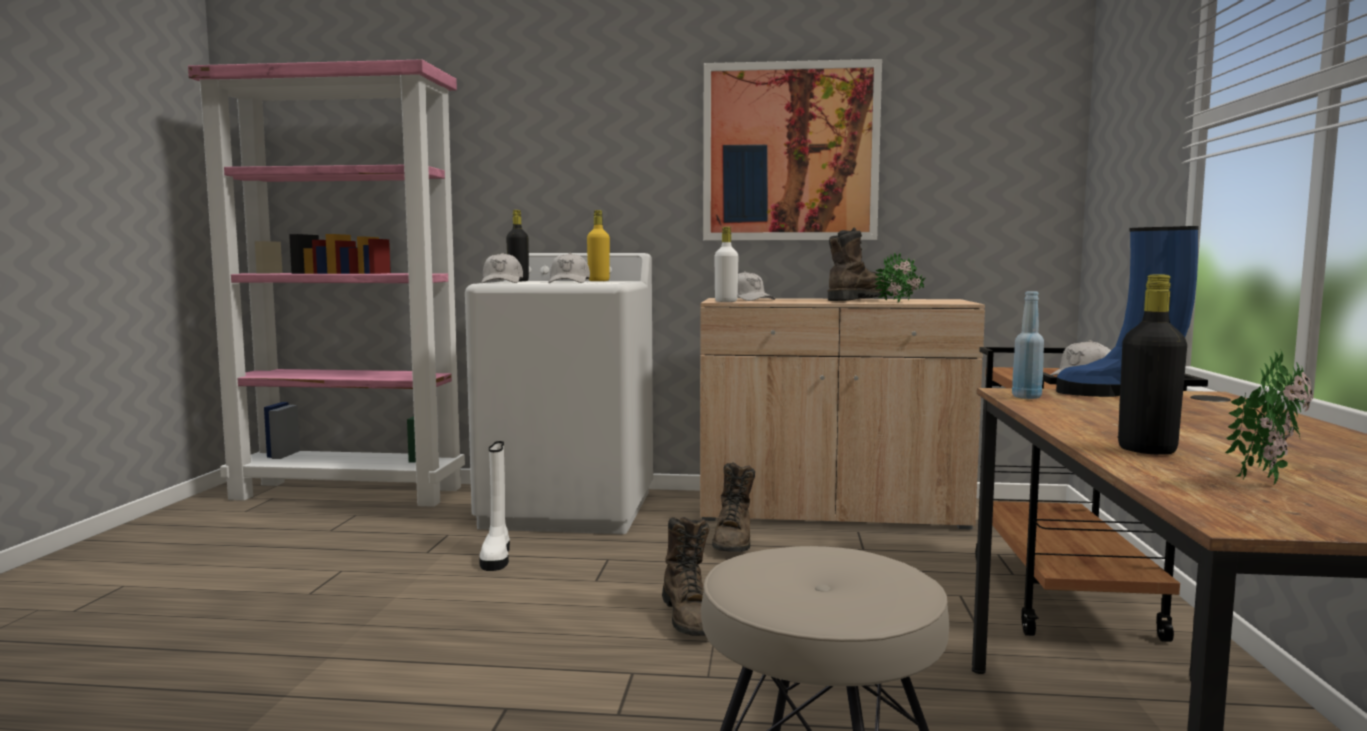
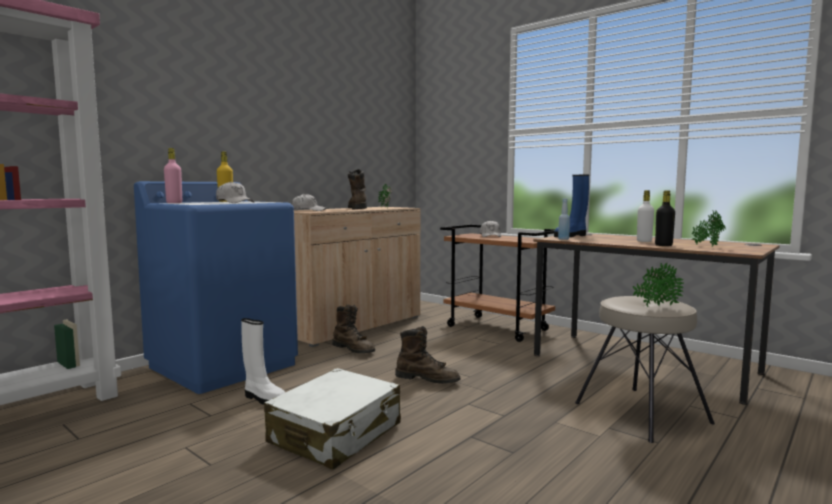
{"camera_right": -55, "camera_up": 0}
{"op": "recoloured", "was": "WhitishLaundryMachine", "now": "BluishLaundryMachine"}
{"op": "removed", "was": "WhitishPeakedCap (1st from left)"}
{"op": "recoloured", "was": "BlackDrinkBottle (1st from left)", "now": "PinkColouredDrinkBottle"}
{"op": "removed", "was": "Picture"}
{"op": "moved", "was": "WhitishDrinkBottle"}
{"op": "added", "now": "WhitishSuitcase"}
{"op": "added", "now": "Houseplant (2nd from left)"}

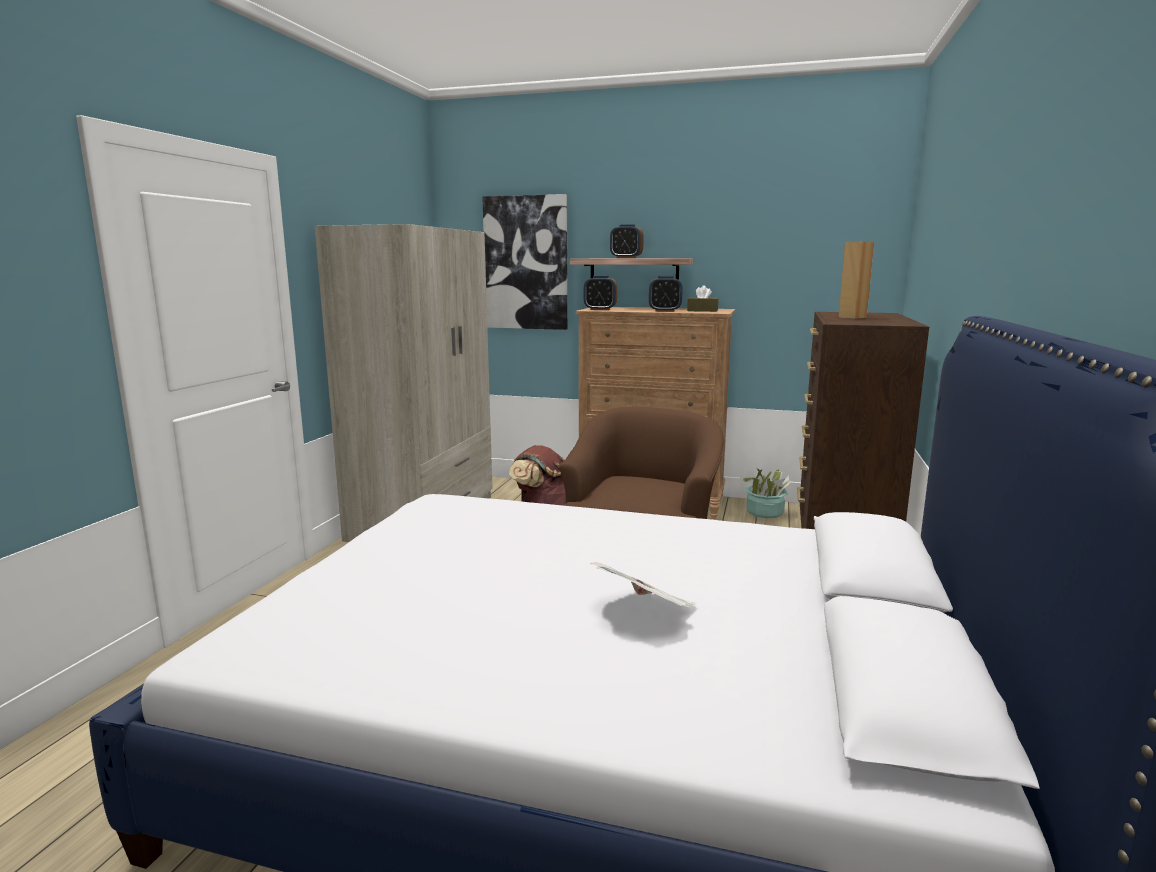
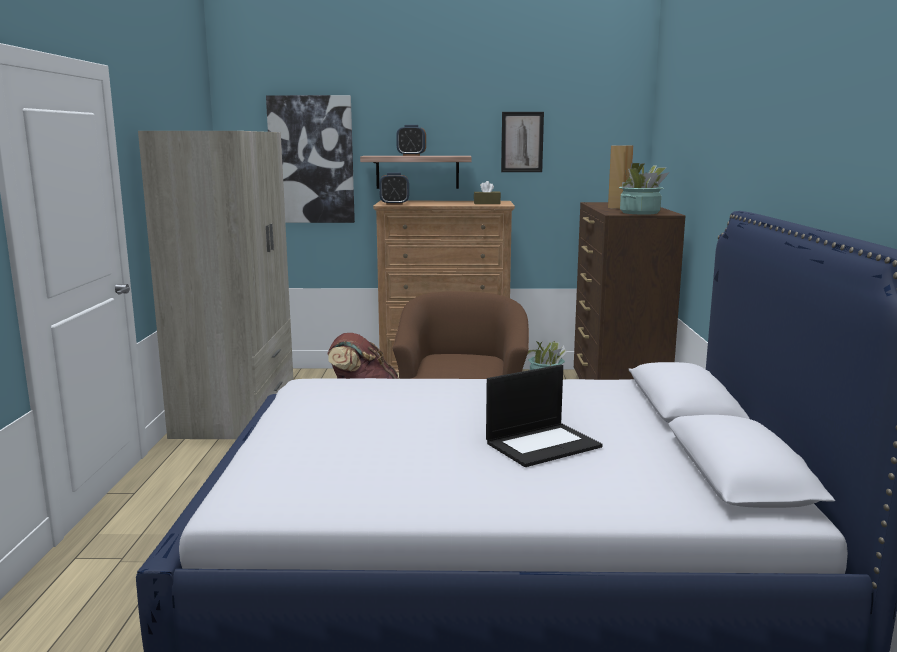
{"camera_right": -15, "camera_up": 0}
{"op": "replaced", "was": "PrintedPaper", "now": "NotebookComputer"}
{"op": "removed", "was": "BedsideClock (3rd from left)"}
{"op": "added", "now": "Picture (2nd from left)"}
{"op": "added", "now": "Houseplant (2nd from left)"}

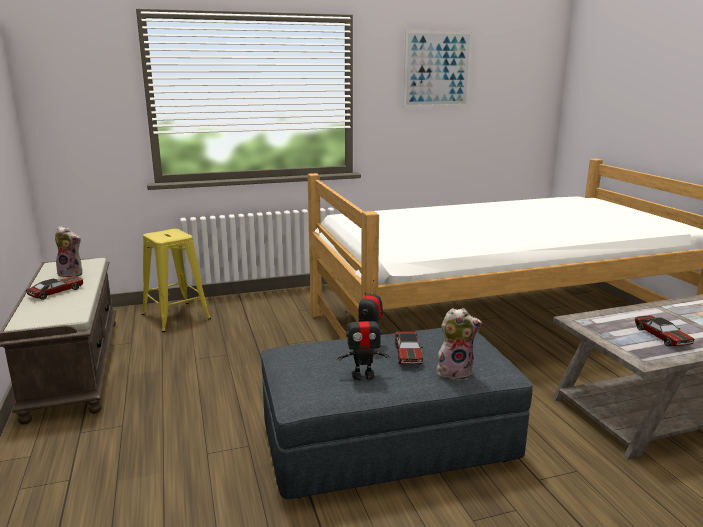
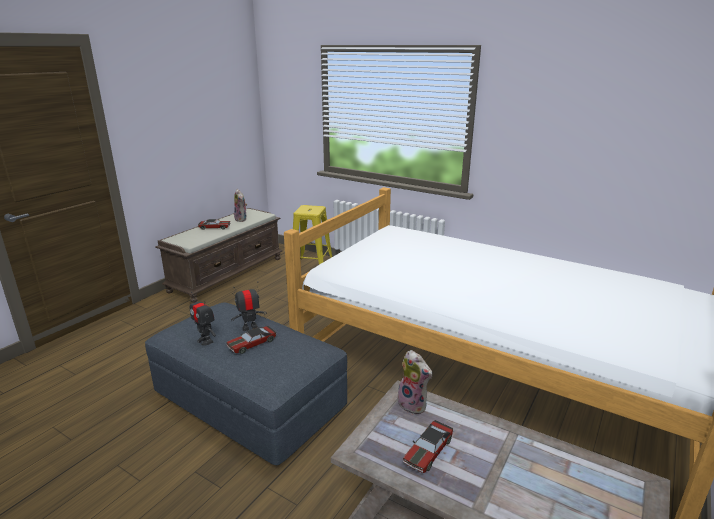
{"camera_right": 50, "camera_up": 5}
{"op": "removed", "was": "Picture"}
{"op": "moved", "was": "CuddlyToy (2nd from left)"}

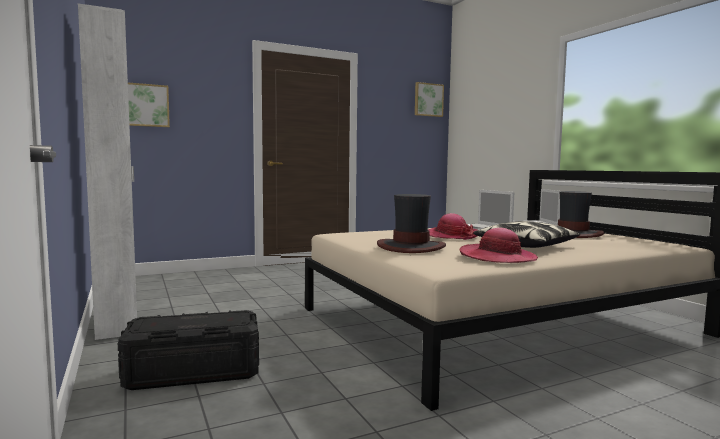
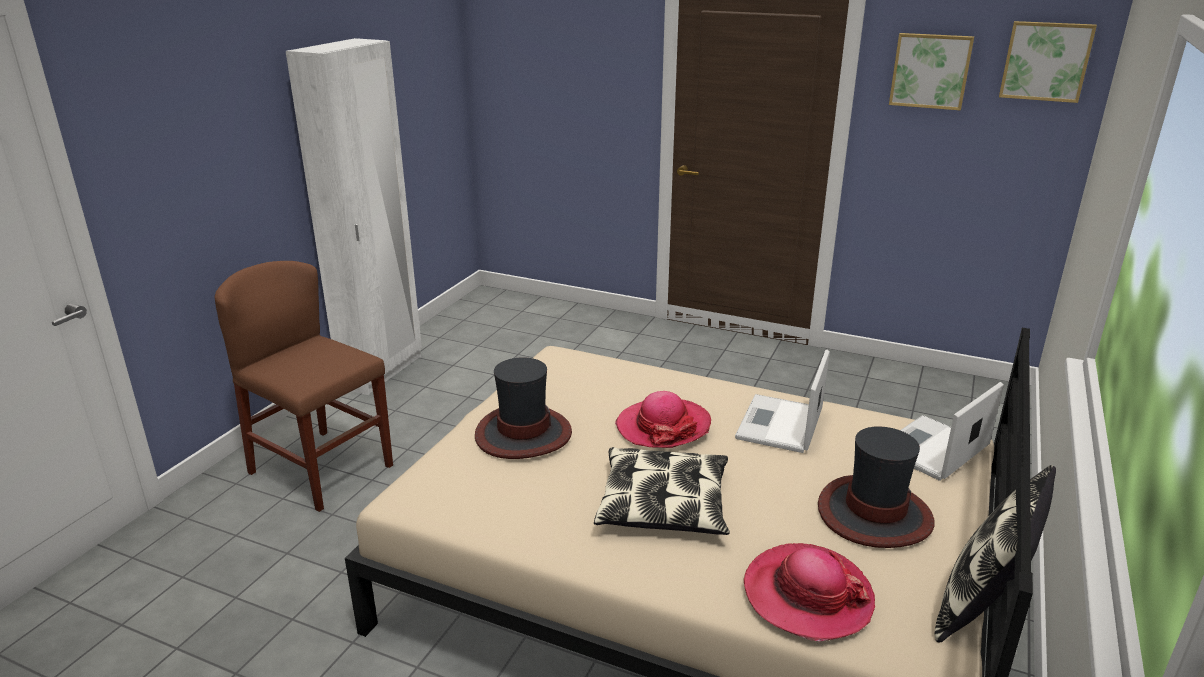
{"camera_right": 50, "camera_up": 20}
{"op": "replaced", "was": "BlackStorageBox", "now": "BrownishPlainChair"}
{"op": "moved", "was": "Picture (1st from left)"}
{"op": "moved", "was": "Hat (3rd from left)"}
{"op": "added", "now": "ThrowPillow (2nd from left)"}

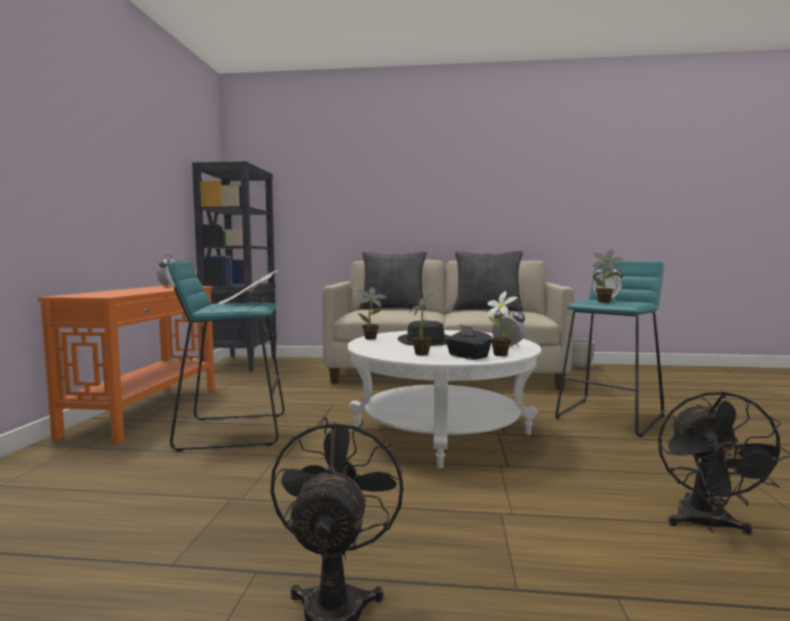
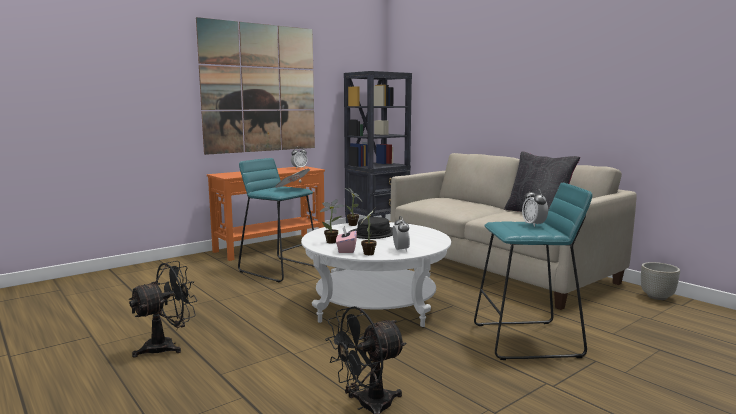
{"camera_right": 45, "camera_up": 5}
{"op": "removed", "was": "BlackThrowPillow (1st from left)"}
{"op": "recoloured", "was": "BlackTissueHolder", "now": "PinkColouredTissueHolder"}
{"op": "removed", "was": "Houseplant (4th from left)"}
{"op": "added", "now": "Picture"}

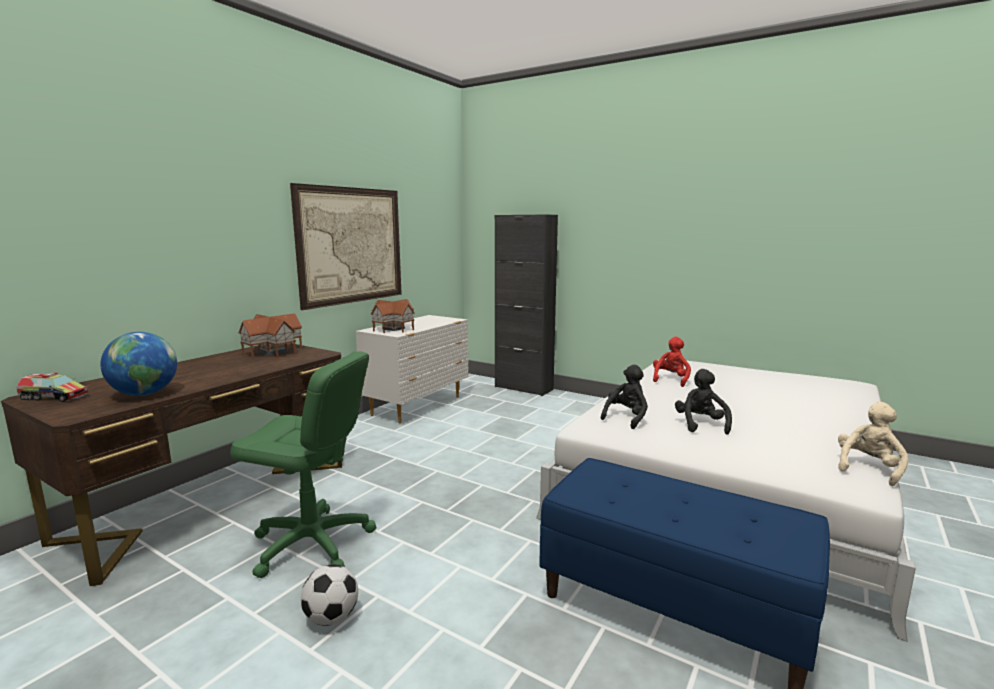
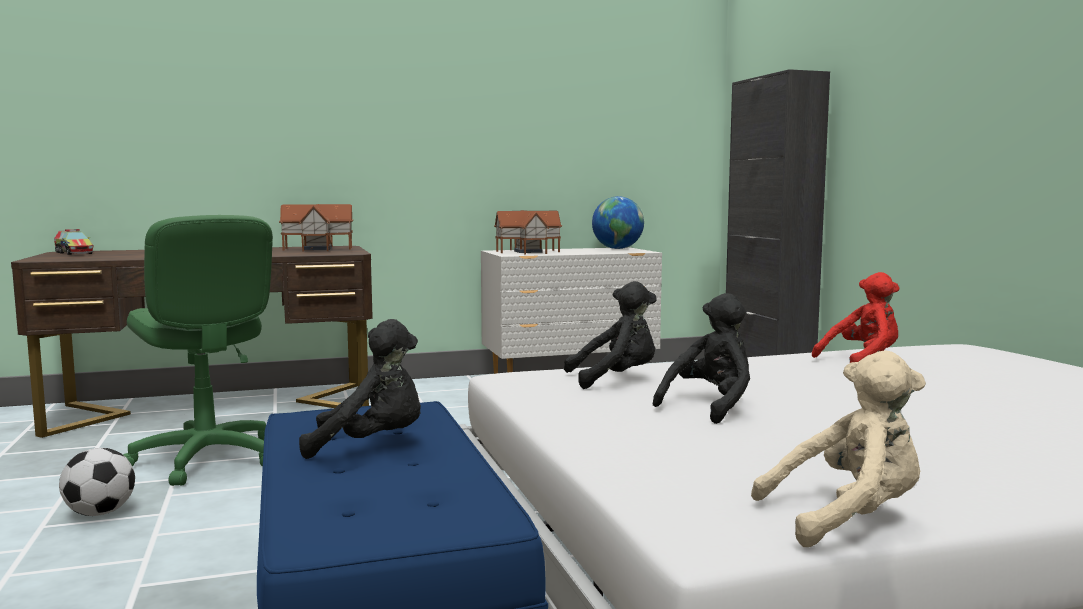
{"camera_right": 40, "camera_up": -5}
{"op": "moved", "was": "DeskGlobe"}
{"op": "removed", "was": "Picture"}
{"op": "added", "now": "BlackCuddlyToy (1st from left)"}

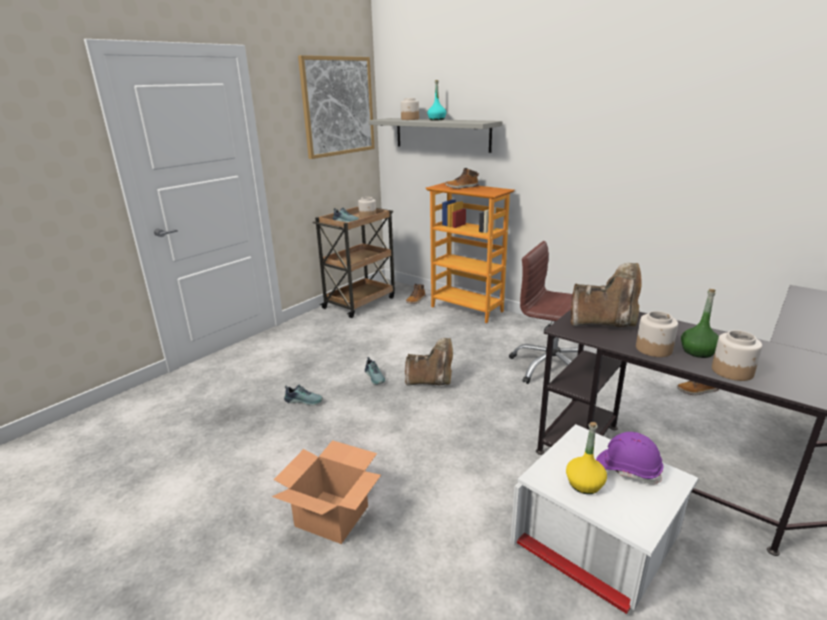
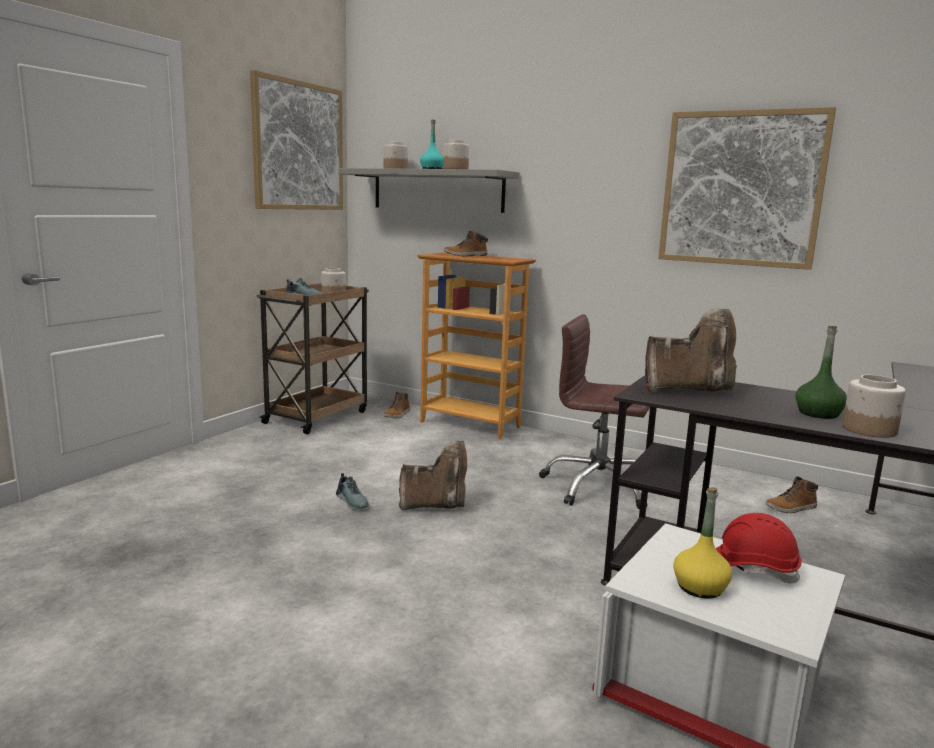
{"camera_right": -10, "camera_up": -10}
{"op": "removed", "was": "Carton"}
{"op": "removed", "was": "Shoe (1st from left)"}
{"op": "recoloured", "was": "PurpleColouredWorkHelmet", "now": "RedWorkHelmet"}
{"op": "moved", "was": "StorageJar (3rd from left)"}
{"op": "added", "now": "Picture (2nd from left)"}

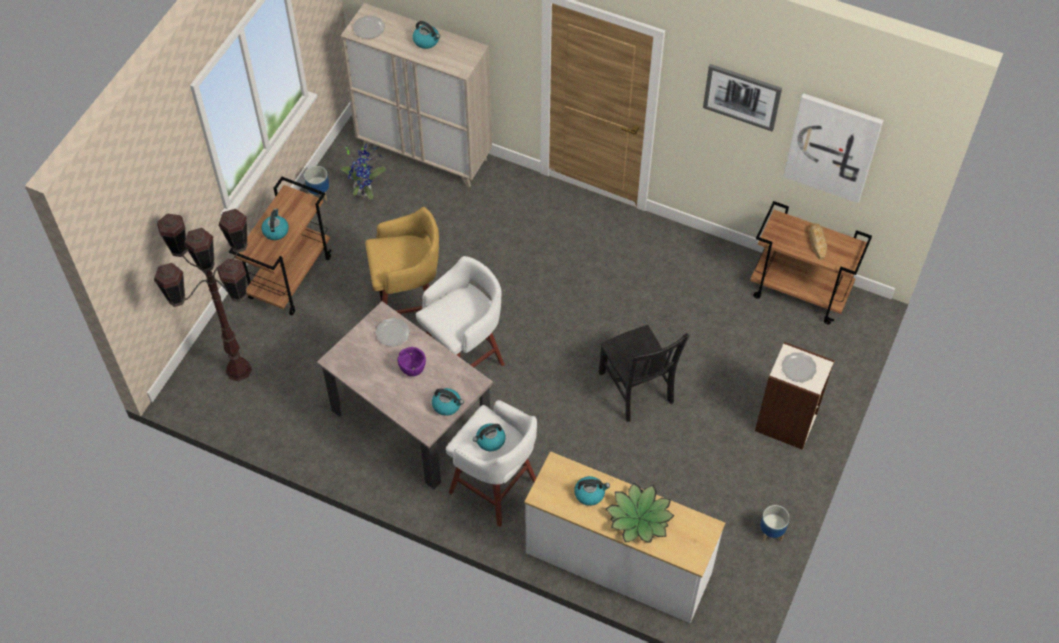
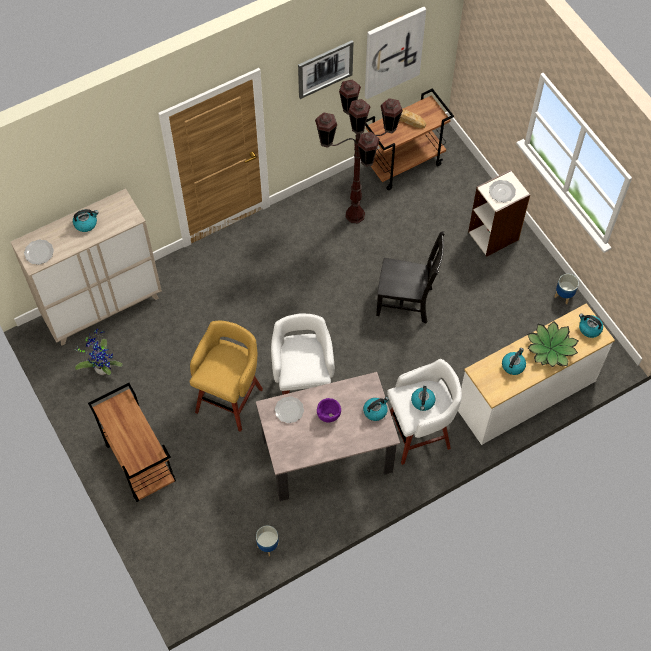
{"camera_right": -55, "camera_up": 5}
{"op": "moved", "was": "BrownishStandingLamp"}
{"op": "moved", "was": "Kettle (1st from left in the first image)", "now": "Kettle (5th from left)"}
{"op": "moved", "was": "Planter (1st from left)"}

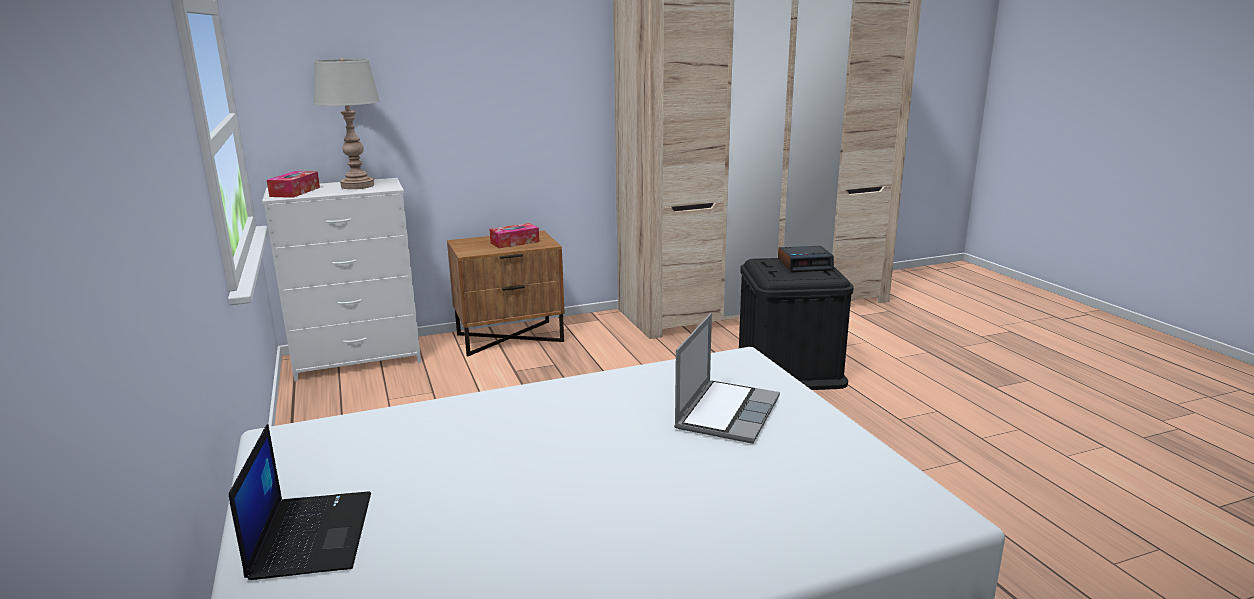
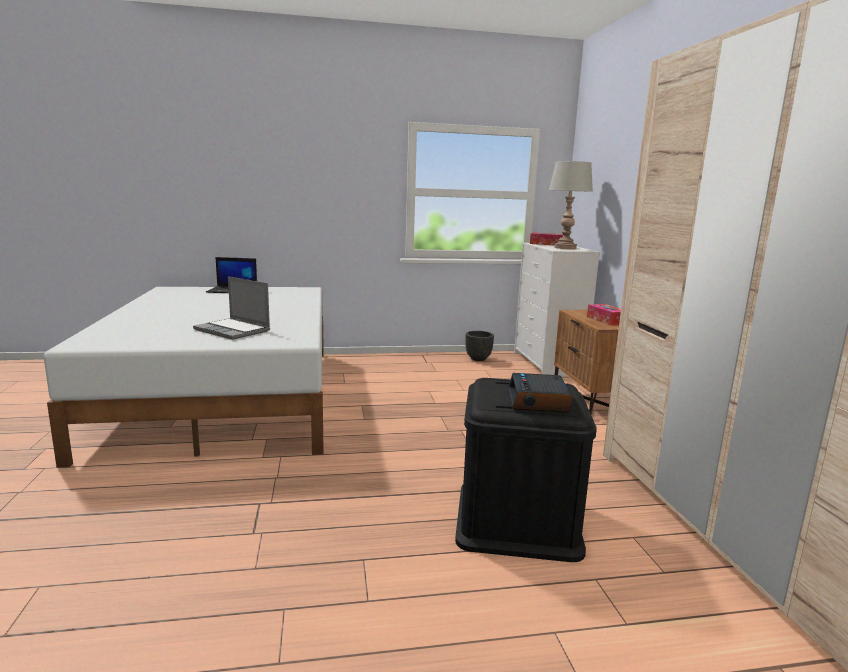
{"camera_right": 100, "camera_up": -5}
{"op": "added", "now": "BlackPlanter"}

